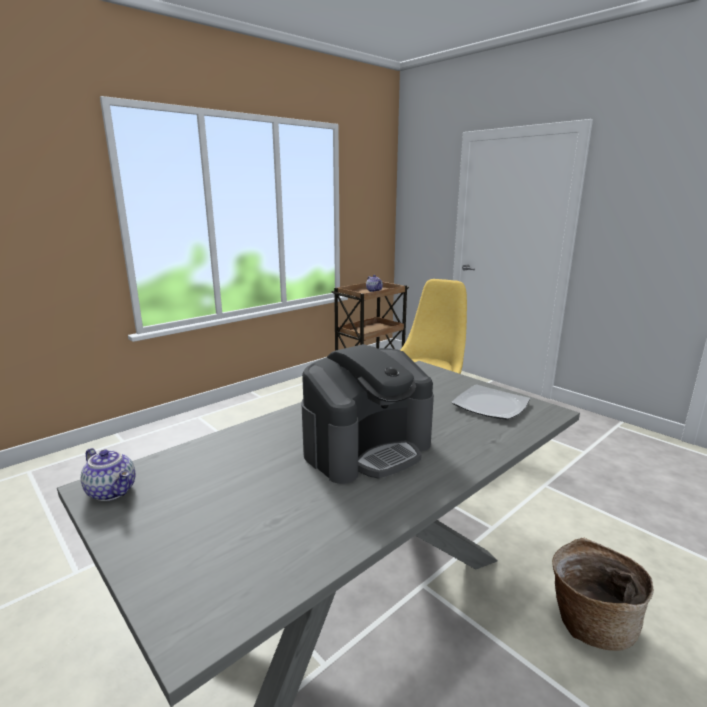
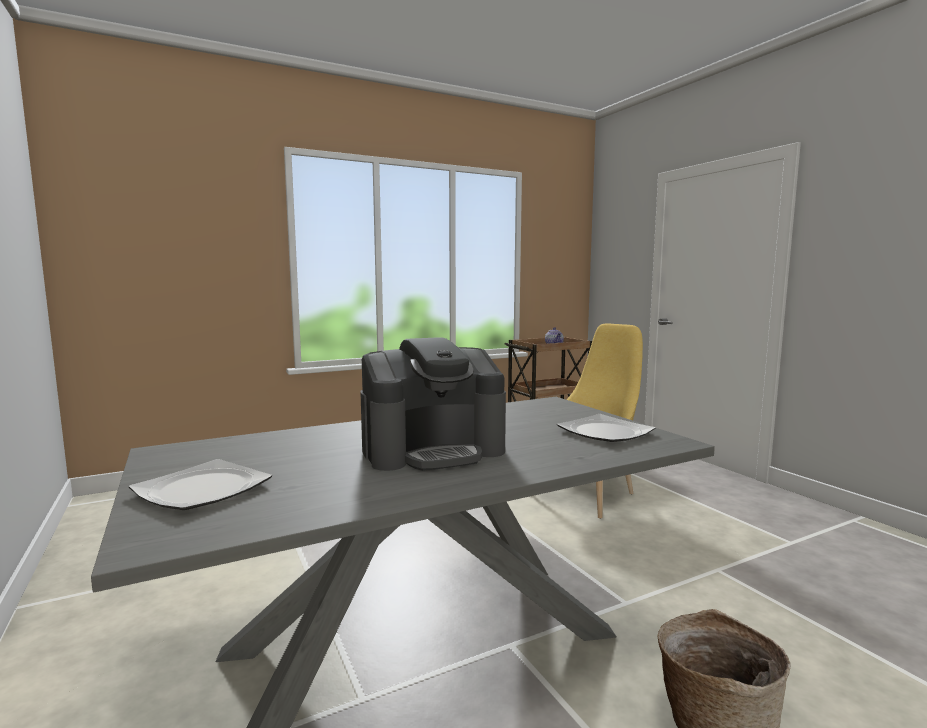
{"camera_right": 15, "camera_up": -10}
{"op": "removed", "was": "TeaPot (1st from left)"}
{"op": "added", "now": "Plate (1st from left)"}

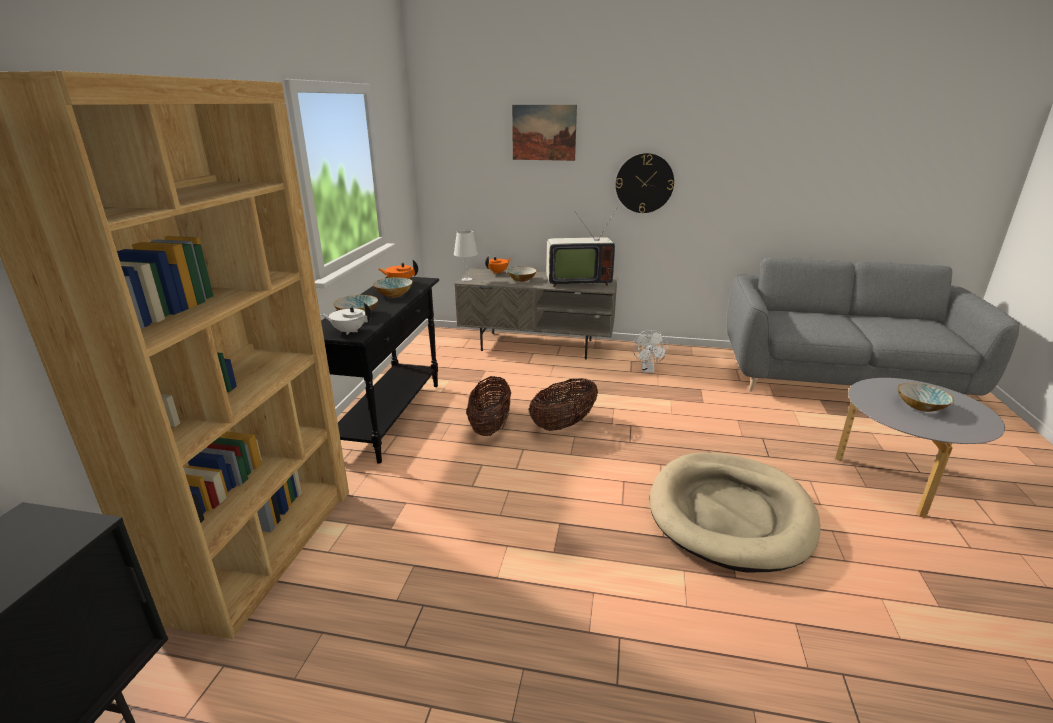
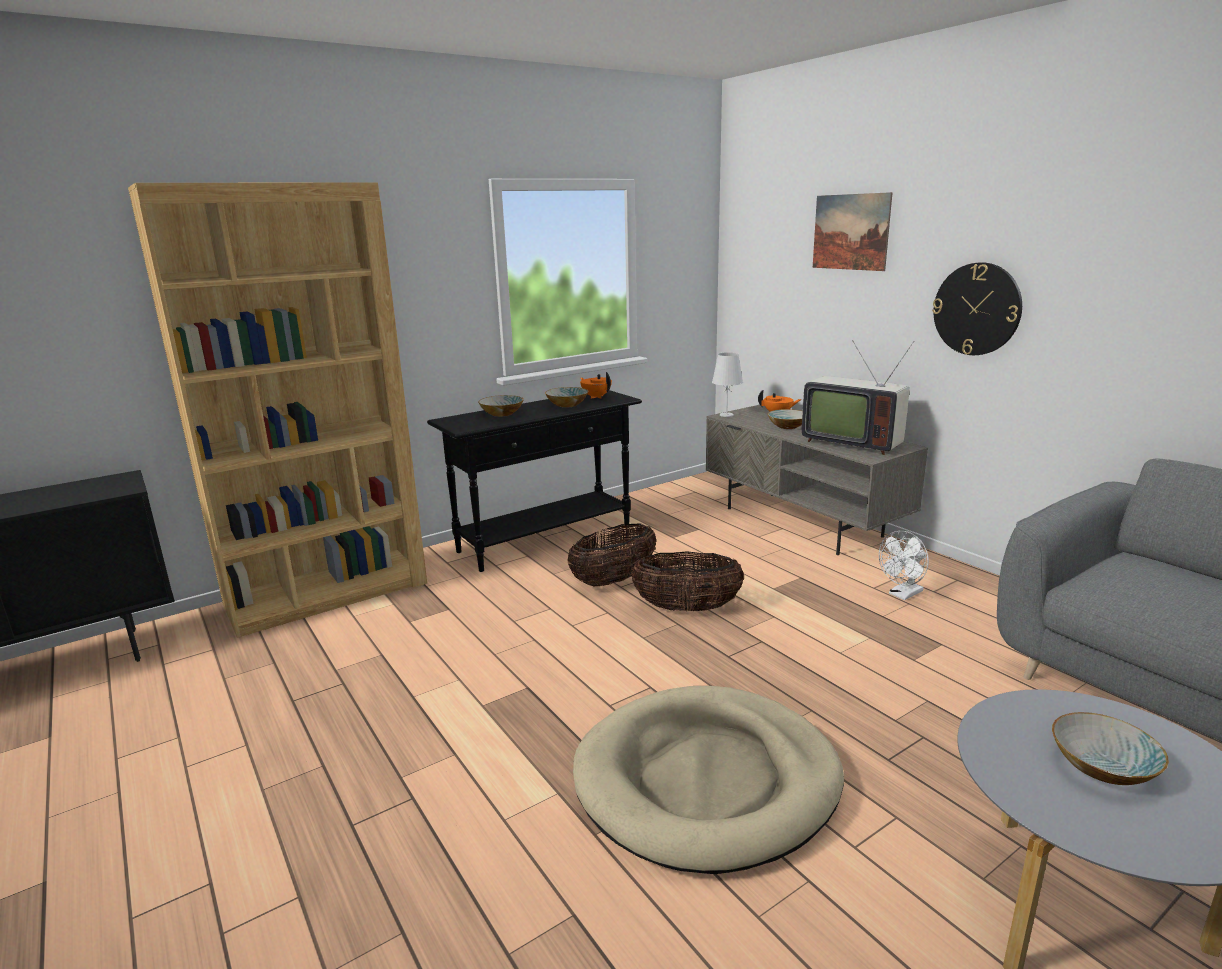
{"camera_right": 45, "camera_up": -5}
{"op": "removed", "was": "WhitishTeaPot"}

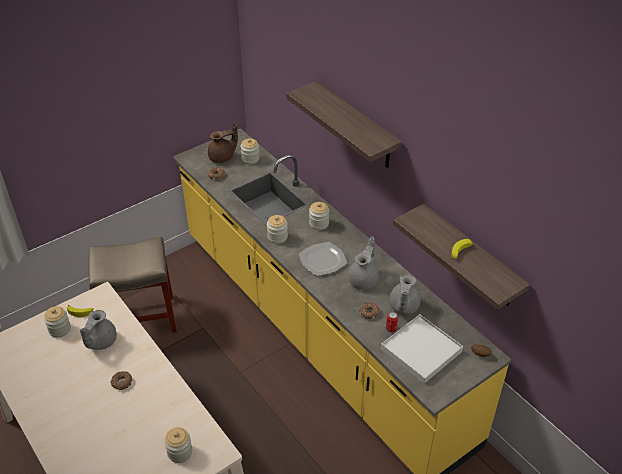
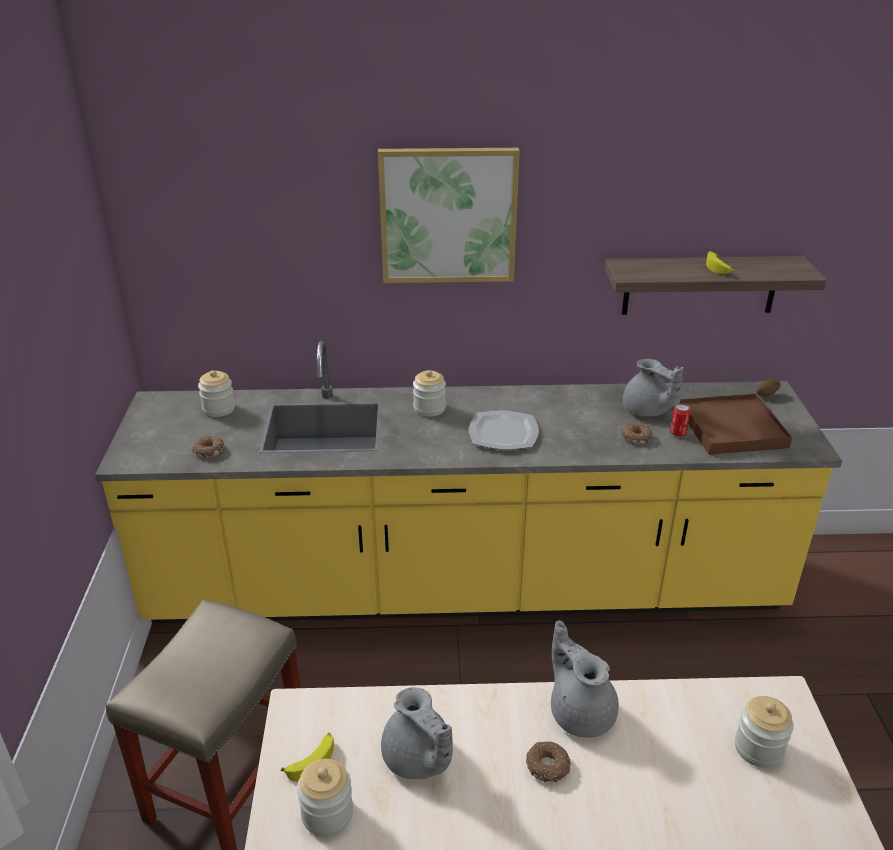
{"camera_right": -55, "camera_up": -10}
{"op": "removed", "was": "BrownishTeaPot"}
{"op": "removed", "was": "StorageJar (4th from left)"}
{"op": "replaced", "was": "BracketShelf (1st from left)", "now": "Picture"}
{"op": "moved", "was": "GreyTeaPot (2nd from left)"}
{"op": "recoloured", "was": "WhitishServingTray", "now": "BrownishServingTray"}

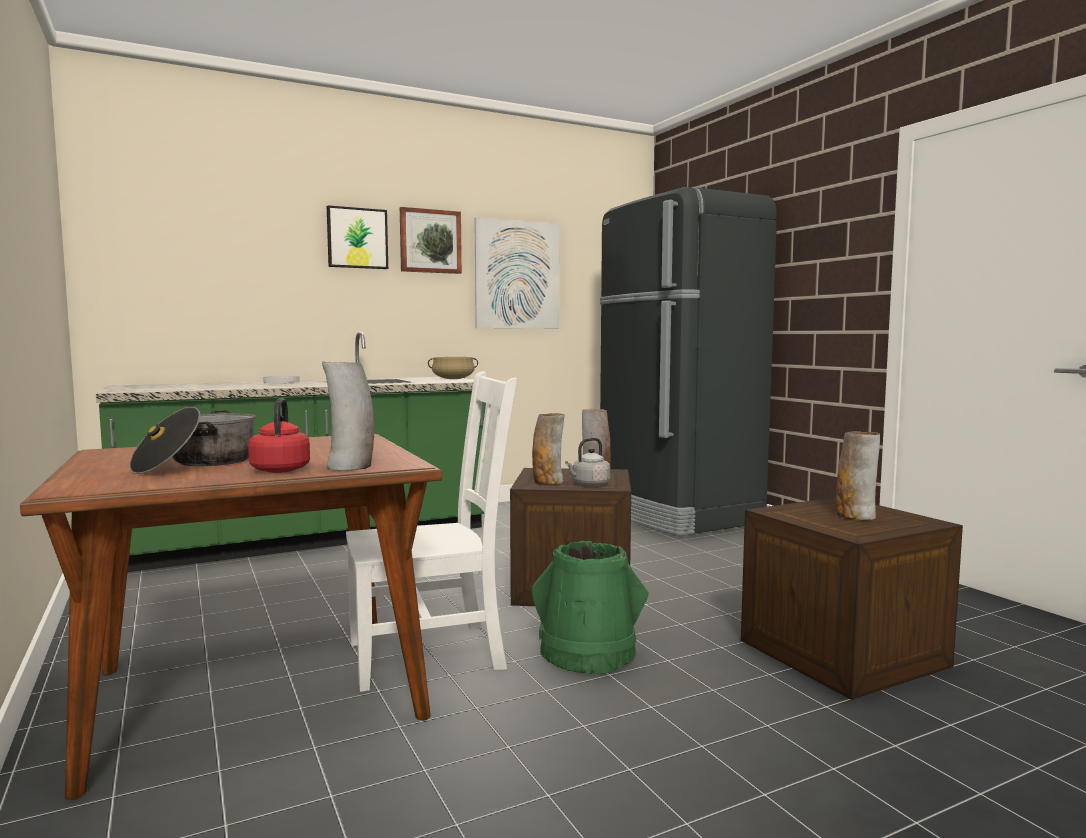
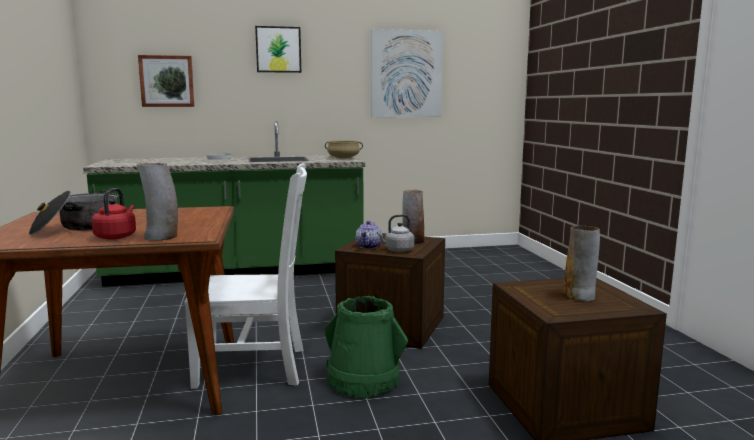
{"camera_right": 15, "camera_up": 5}
{"op": "moved", "was": "Picture (2nd from left in the first image)", "now": "Picture (1st from left)"}
{"op": "replaced", "was": "Vase (2nd from left)", "now": "TeaPot"}
{"op": "removed", "was": "BlackFridge"}

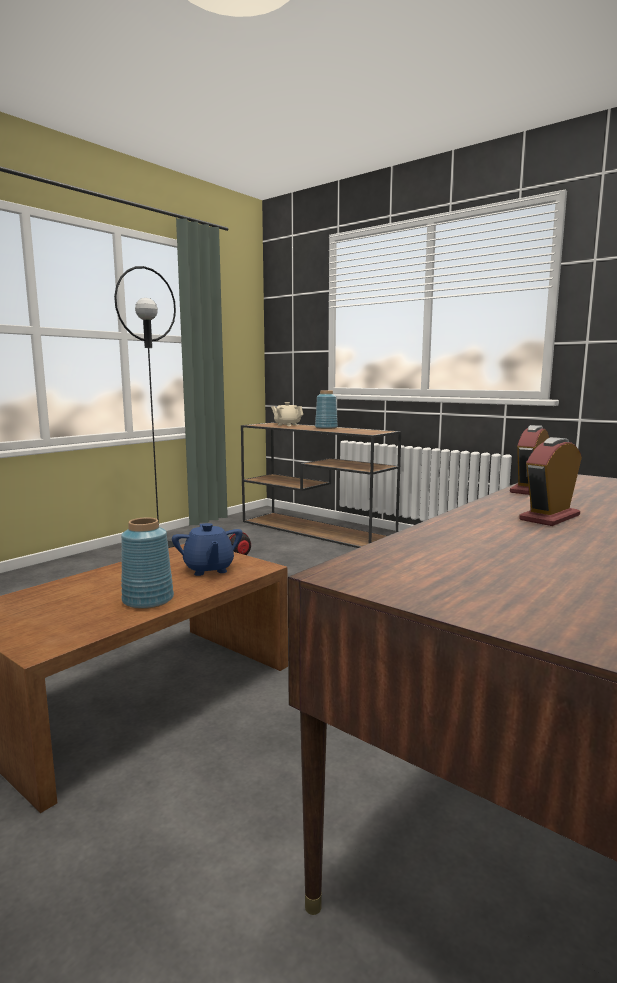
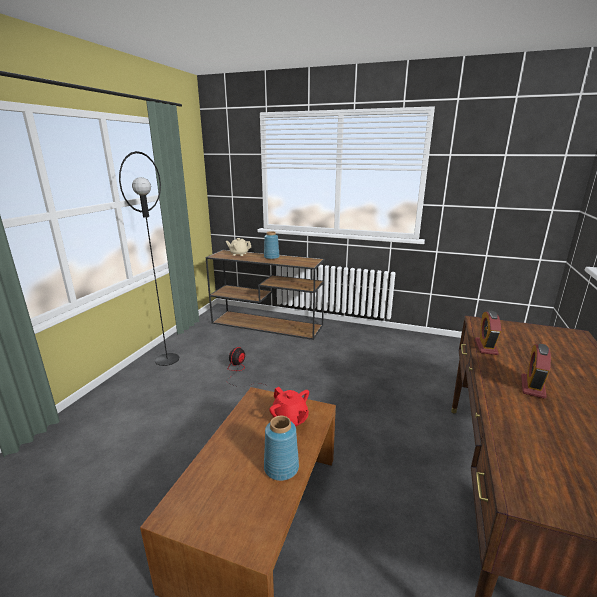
{"camera_right": -20, "camera_up": 10}
{"op": "recoloured", "was": "BluishTeaPot", "now": "RedTeaPot"}

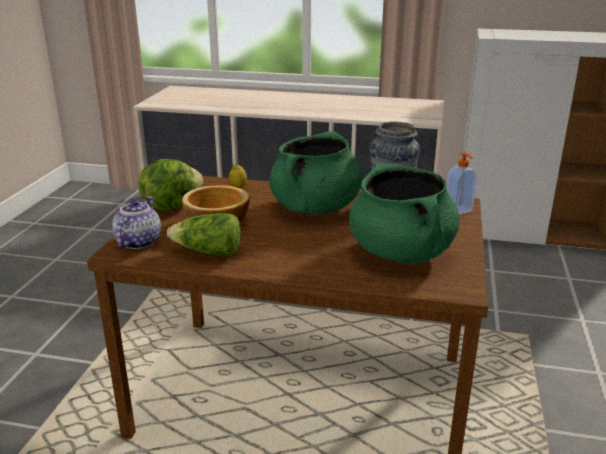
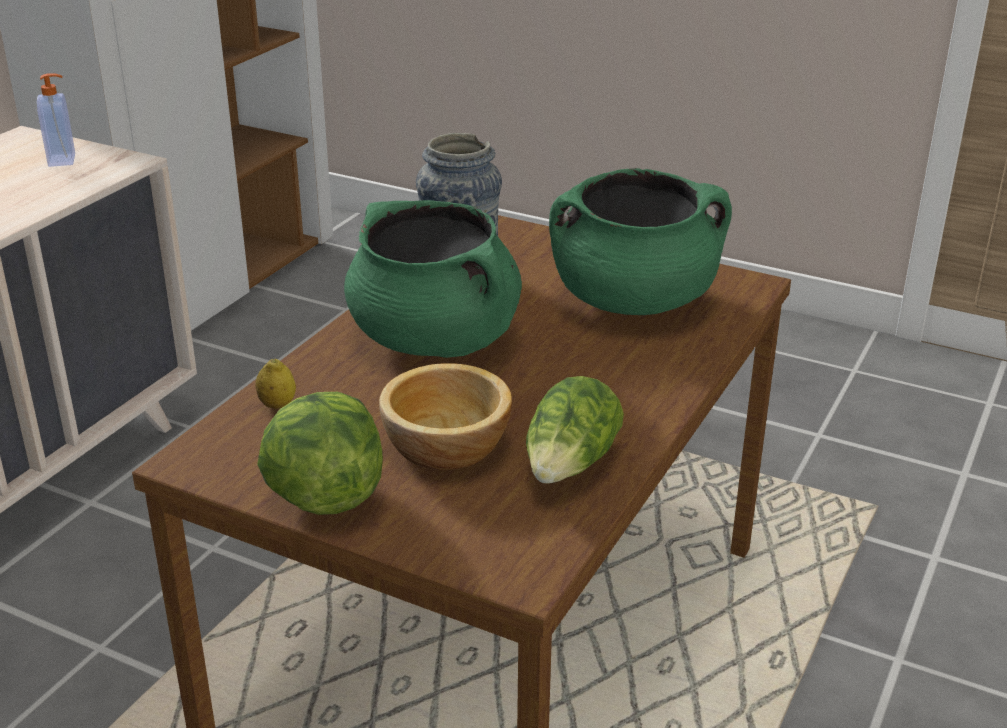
{"camera_right": -75, "camera_up": 5}
{"op": "removed", "was": "TeaPot"}
{"op": "moved", "was": "SoapDispenser"}

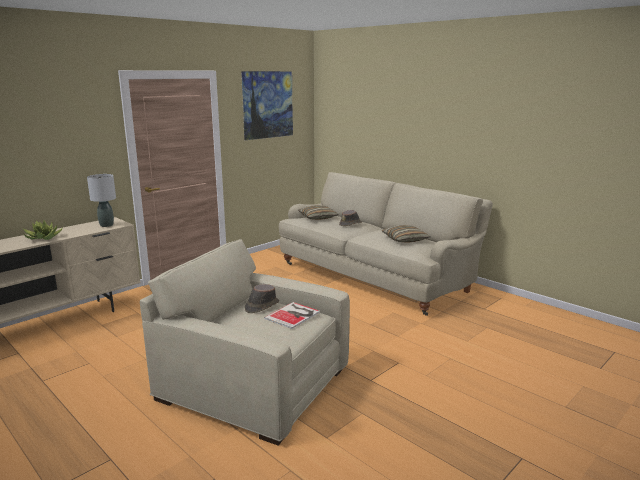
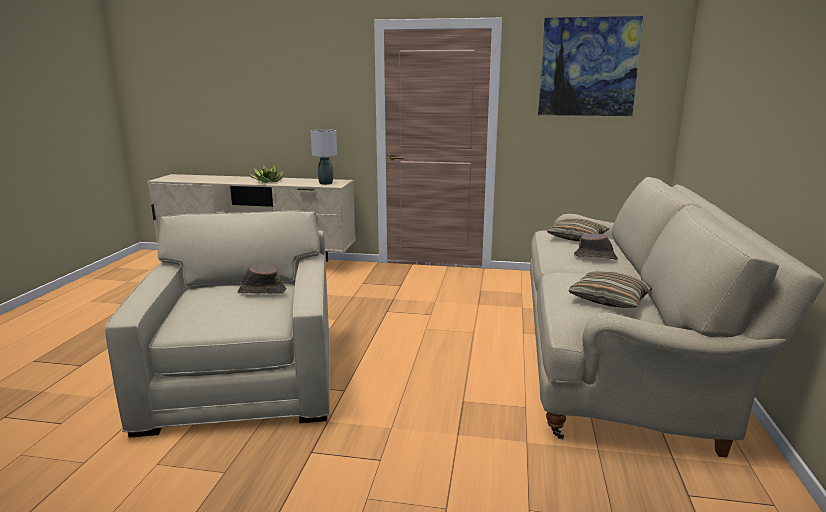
{"camera_right": 55, "camera_up": 0}
{"op": "removed", "was": "BoundBook"}

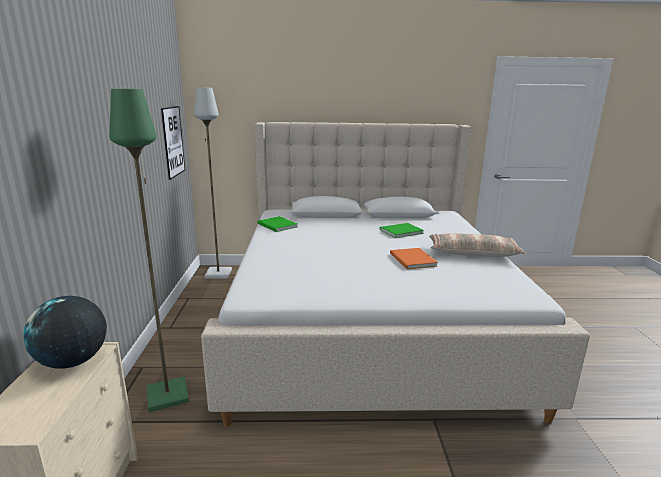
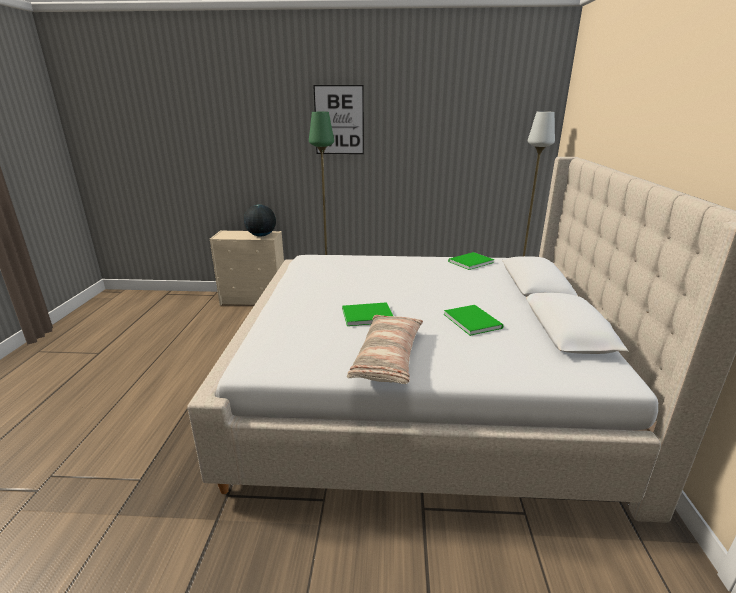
{"camera_right": 95, "camera_up": 5}
{"op": "moved", "was": "Picture"}
{"op": "recoloured", "was": "OrangeyBoundBook", "now": "GreenColouredBoundBook (1st from left)"}

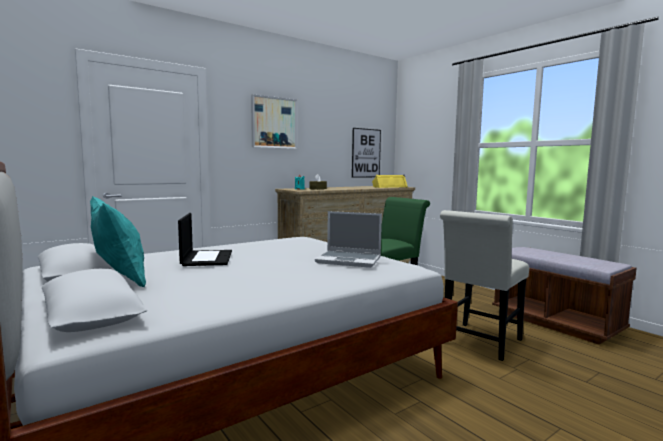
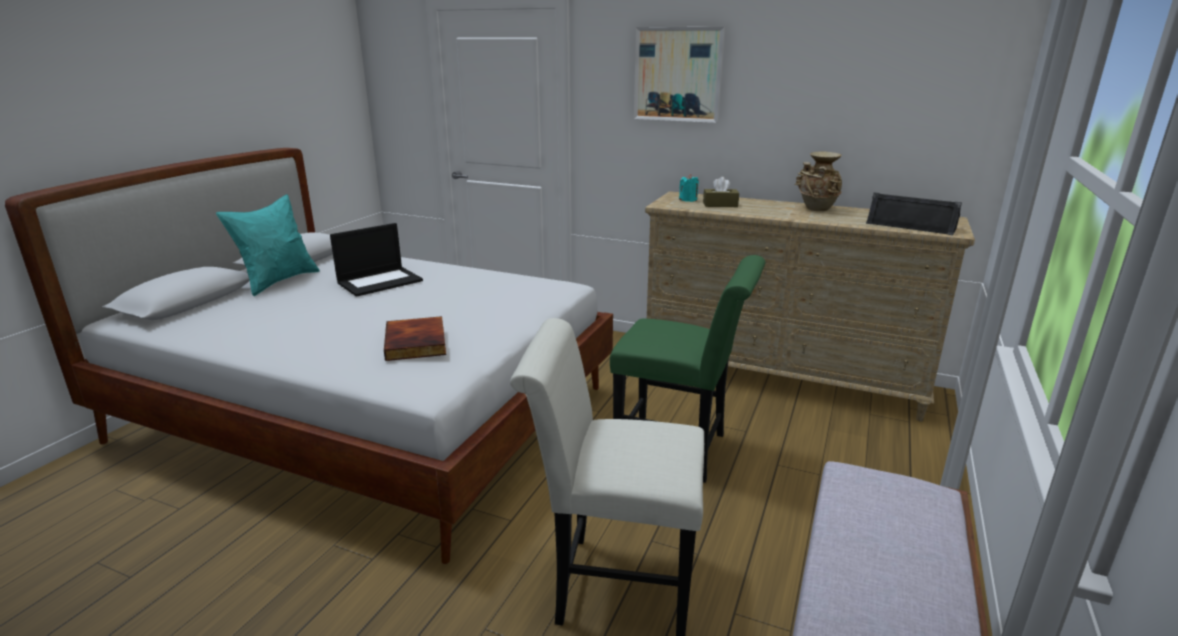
{"camera_right": 60, "camera_up": 15}
{"op": "replaced", "was": "NotebookComputer (2nd from left)", "now": "BoundBook"}
{"op": "removed", "was": "Picture (2nd from left)"}
{"op": "recoloured", "was": "YellowLoudspeaker", "now": "BlackLoudspeaker"}
{"op": "added", "now": "BeigeVase"}

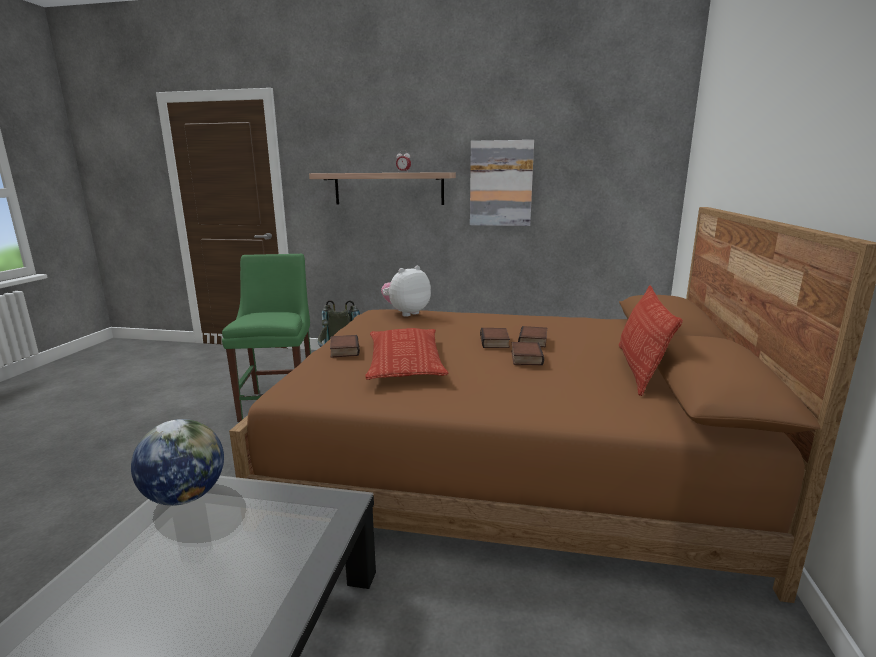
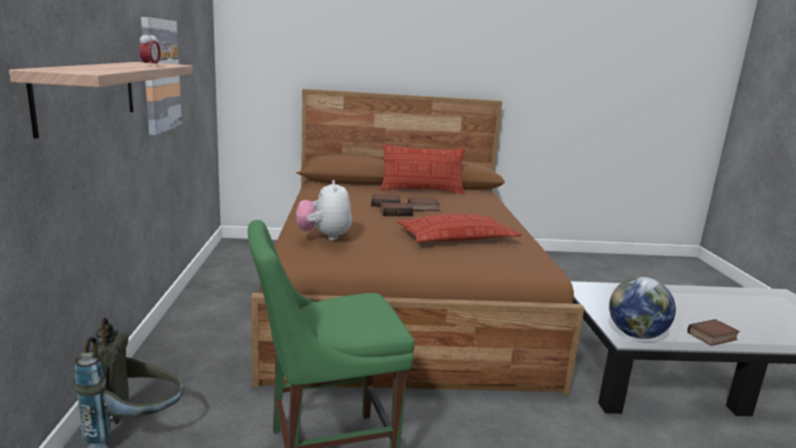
{"camera_right": -105, "camera_up": 0}
{"op": "moved", "was": "BoundBook (1st from left in the first image)", "now": "BoundBook (4th from left)"}
{"op": "turned", "was": "CuddlyToy", "clockwise": 45}

